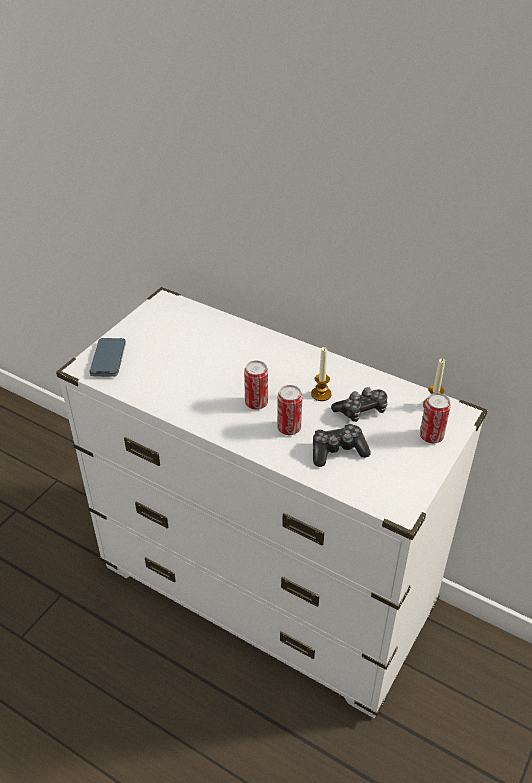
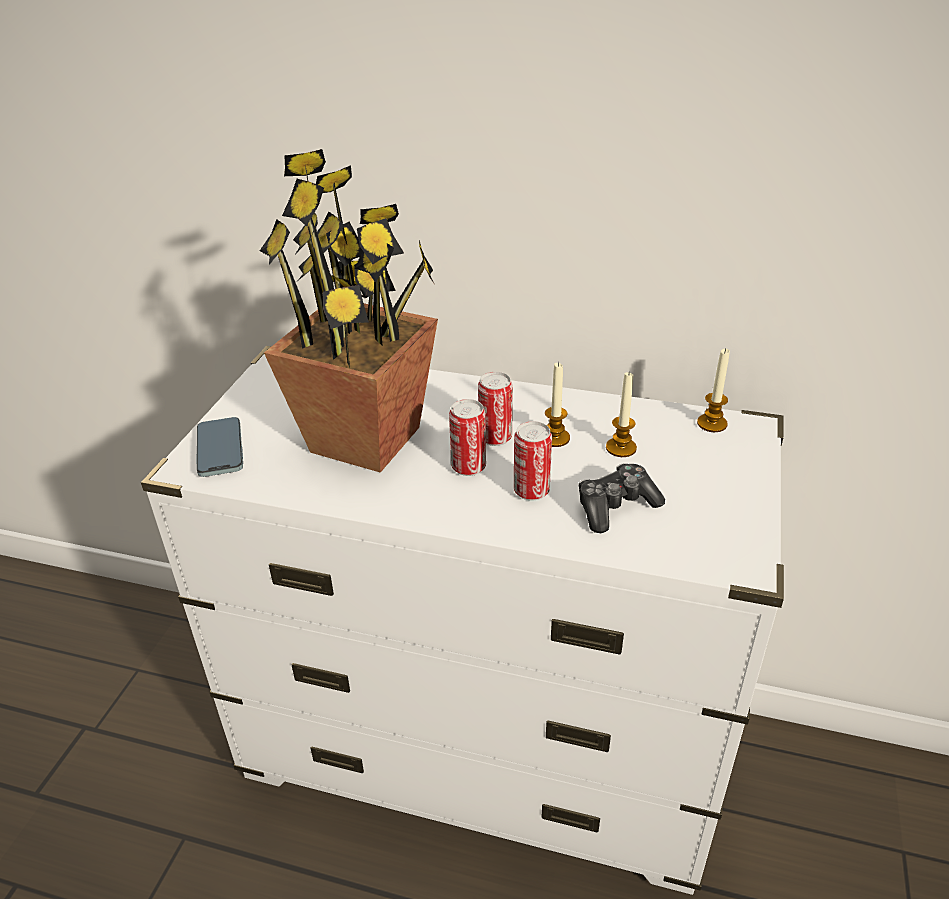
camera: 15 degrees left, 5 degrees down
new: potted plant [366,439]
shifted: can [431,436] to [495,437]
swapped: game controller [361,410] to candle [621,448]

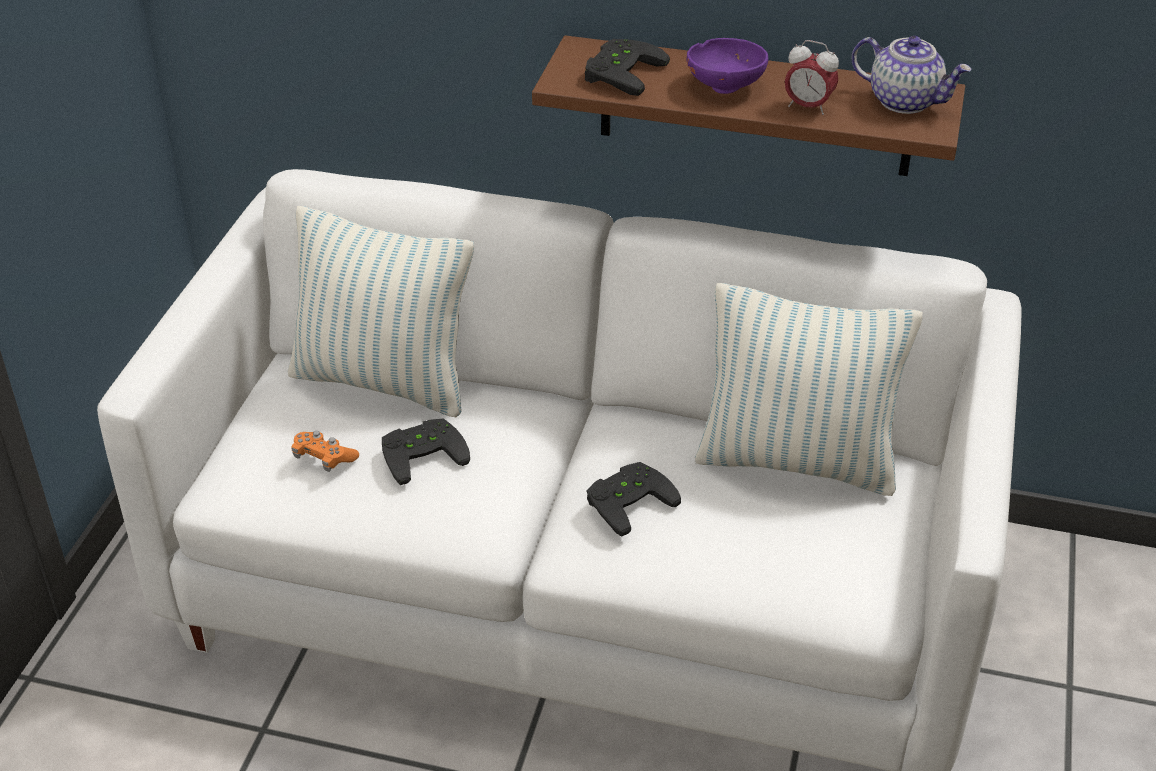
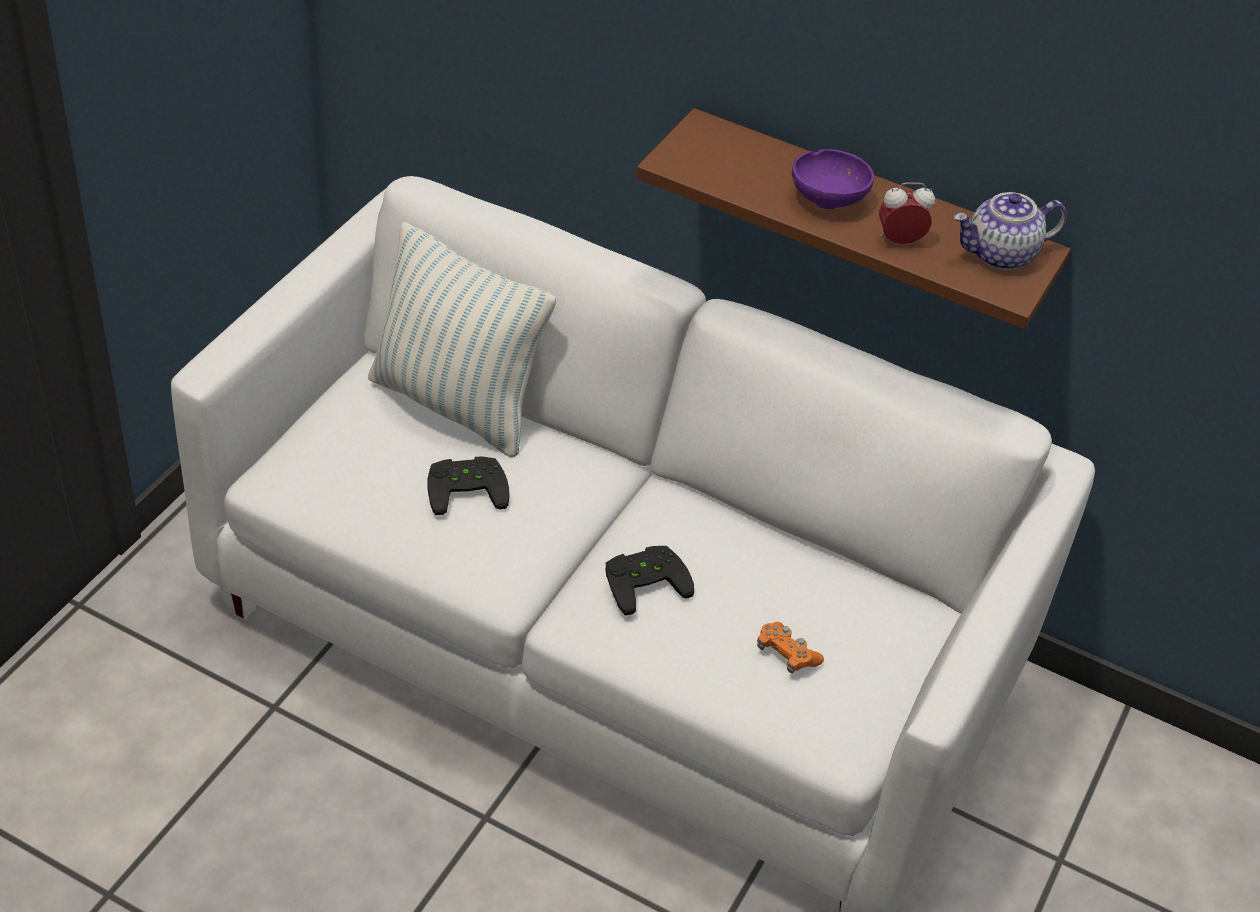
camera: 10 degrees right, 5 degrees up
gone: black game controller [620,72]; pillow [796,461]
shifted: orange game controller [324,458] to [786,654]
rotated: alarm clock [808,107] = [899,241] 135 degrees clockwise; teapot [905,101] = [1000,255] 120 degrees clockwise

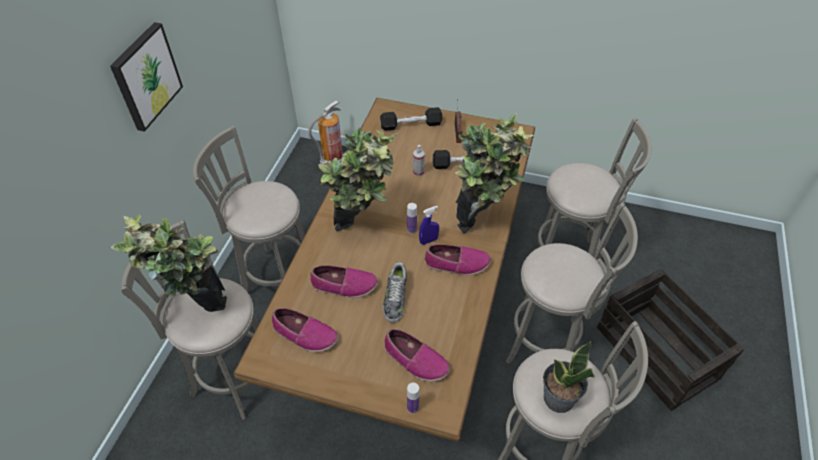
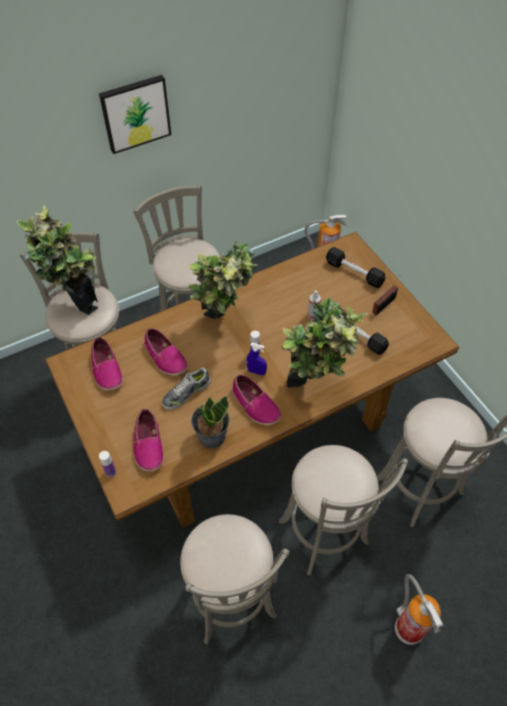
camera: 45 degrees right, 5 degrees up
shifted: potted plant [558,398] to [211,436]
swapped: crate [657,354] to fire extinguisher [407,628]

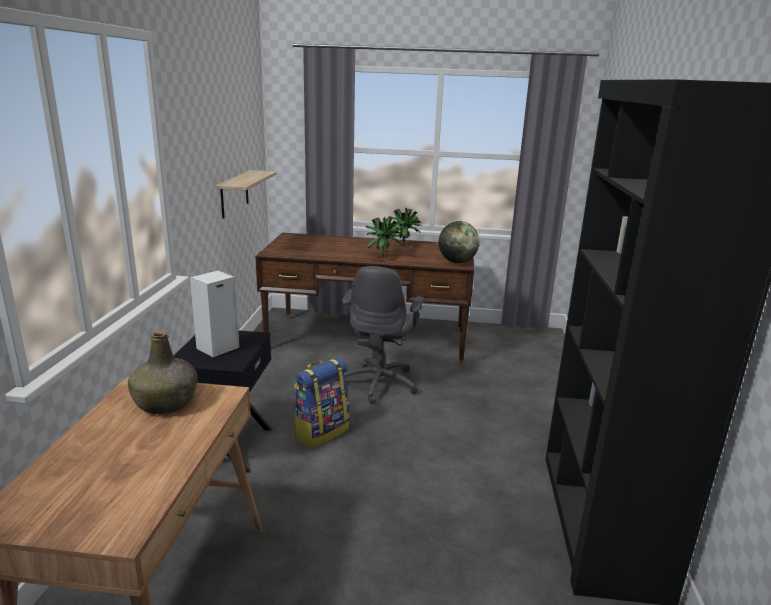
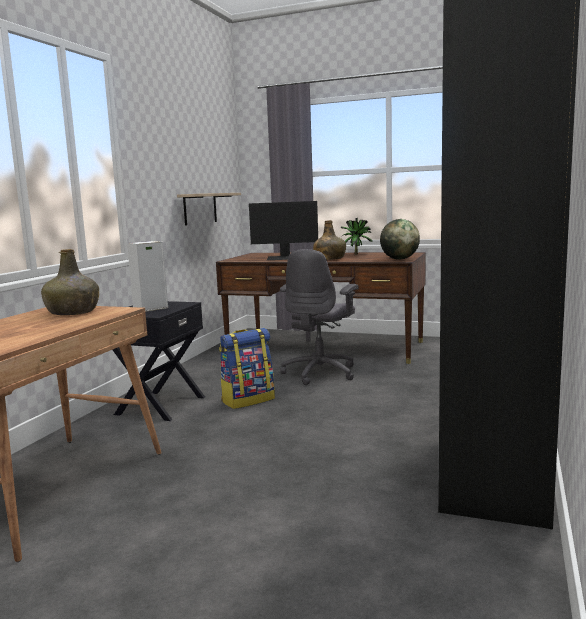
camera: 15 degrees right, 10 degrees down
new: monitor [285,258]
swapped: potted plant [382,256] to green bottle [329,259]

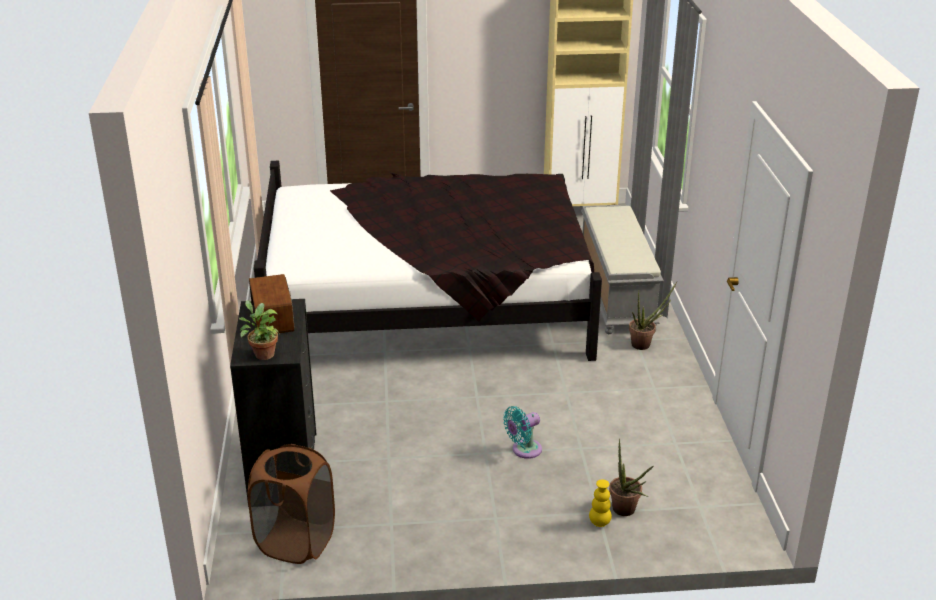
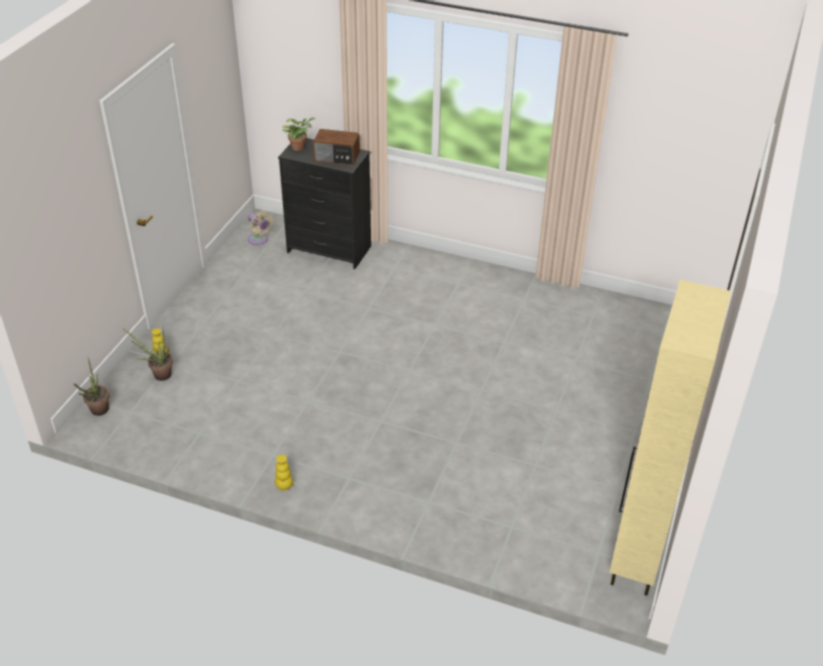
camera: 115 degrees right, 10 degrees up
gone: black bed [428,304]; turquoise fan [524,450]; grey bench [614,293]
new: yellow vase [284,486]
shifted: potted plant [644,344] to [98,412]
swapped: brown laundry basket [296,542] to beige fan [259,240]

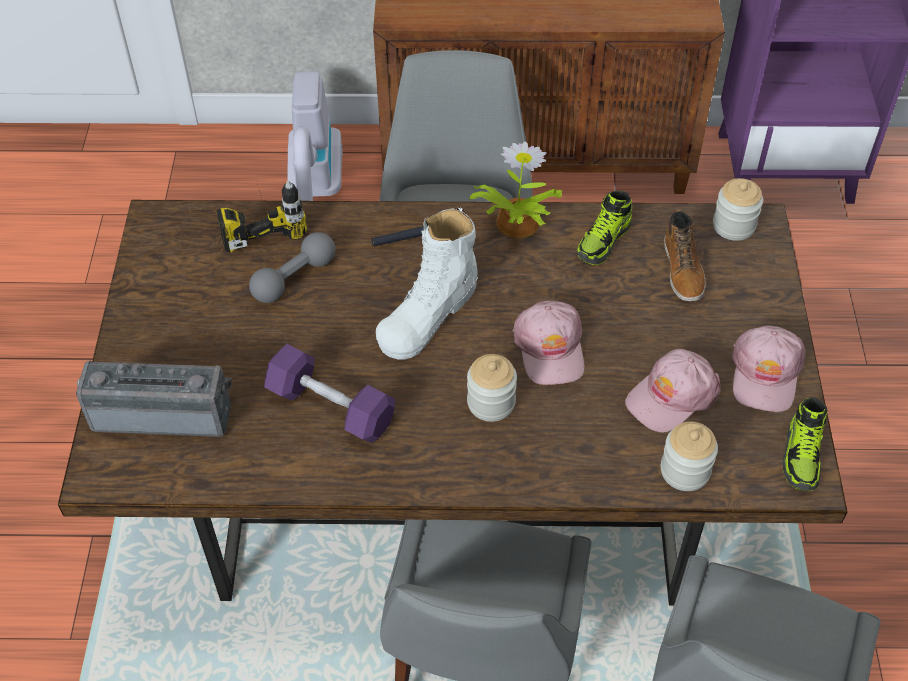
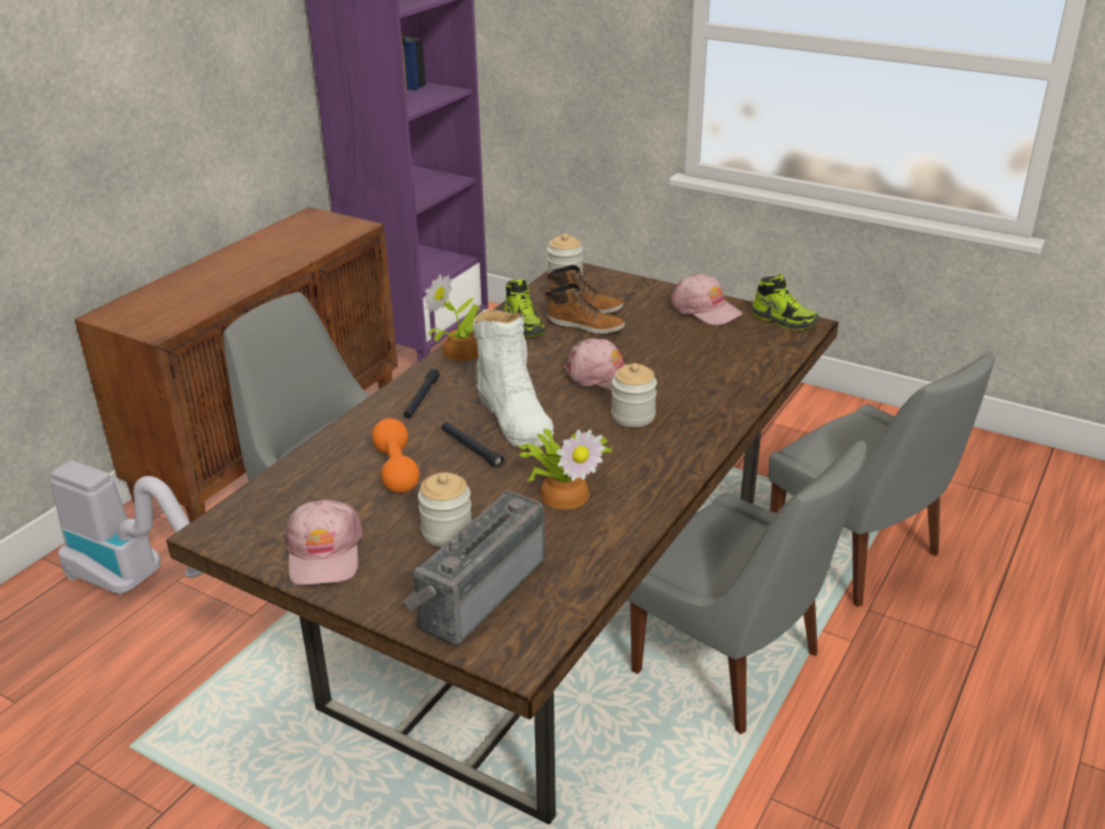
camera: 60 degrees left, 20 degrees down
gone: power drill [261,220]
new: black flashlight [471,449]; boot [585,326]
shifted: pink cap [671,396] to [324,553]; jar [685,471] to [447,532]
swapped: purple dumbbell [331,407] to potted plant [565,492]
repainted: grey dumbbell [294,278] to orange dumbbell [396,469]

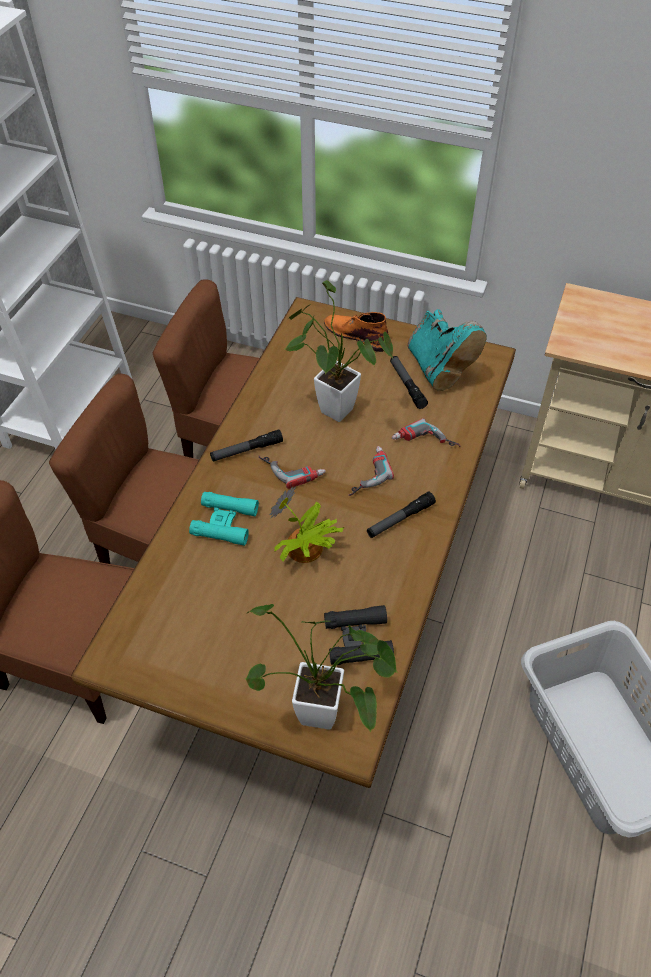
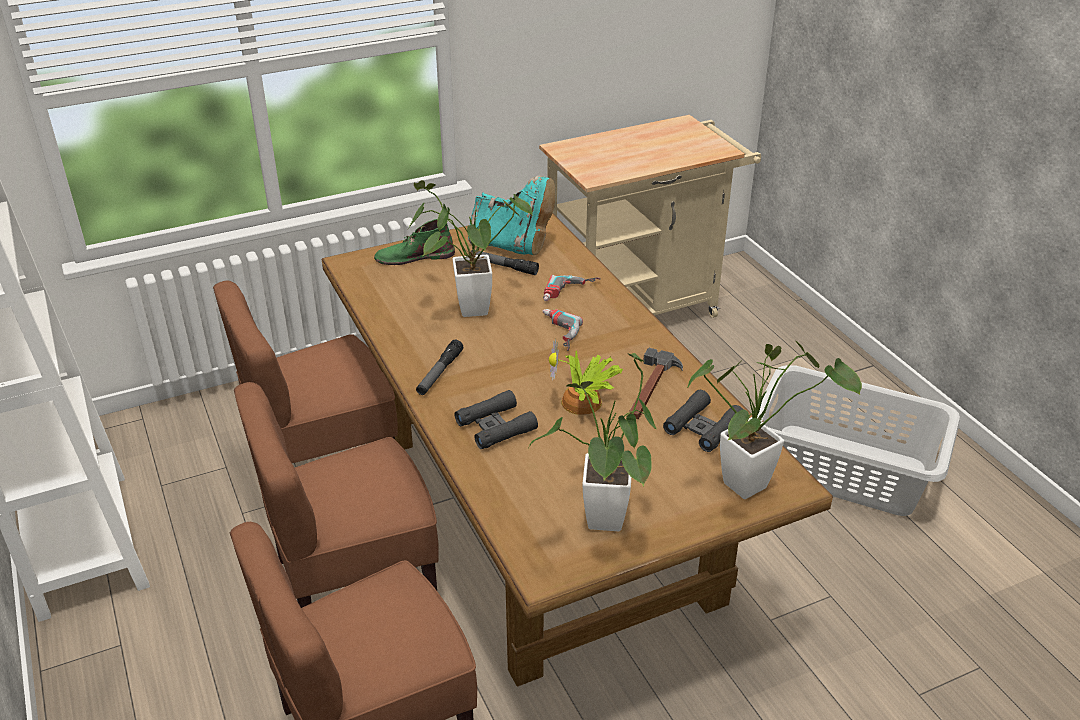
camera: 45 degrees left, 15 degrees down
gone: power drill [292,468]; flashlight [400,519]
new: potted plant [604,527]; hammer [651,389]
repainted: orange boot [356,334] to green boot [414,256]; turquoise binoculars [225,522] to black binoculars [495,426]

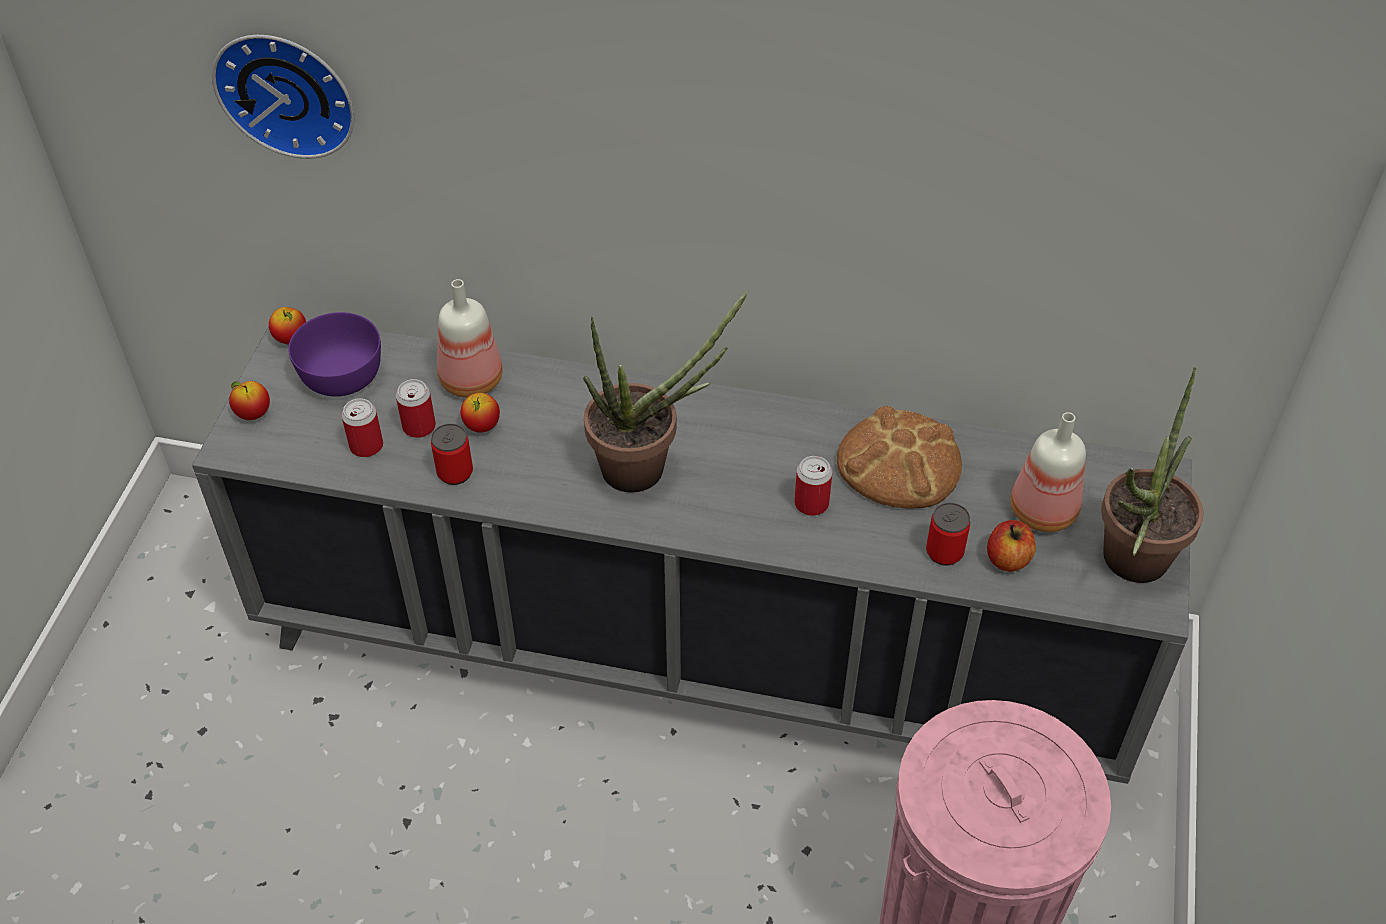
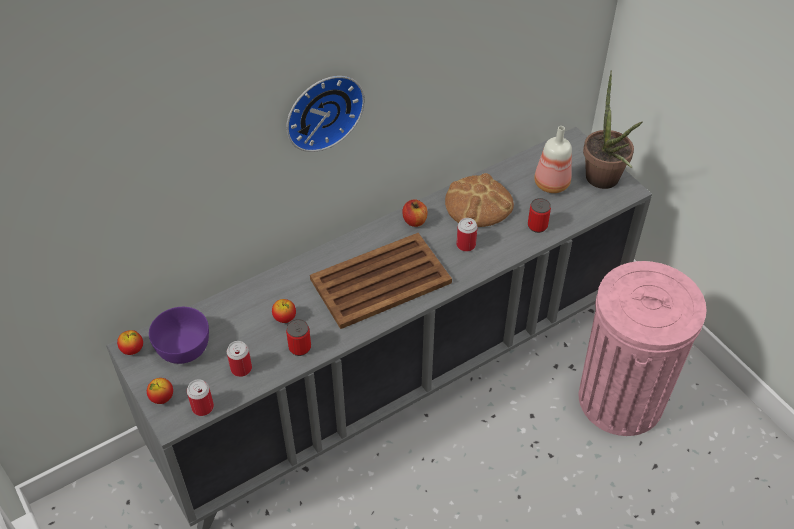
camera: 45 degrees left, 0 degrees up
gone: bottle [471,382]
shifted: can [419,427] to [202,407]; wall clock [288,90] to [322,110]; apple [1008,559] to [414,221]
swapped: potted plant [647,468] to brown tray [382,281]

